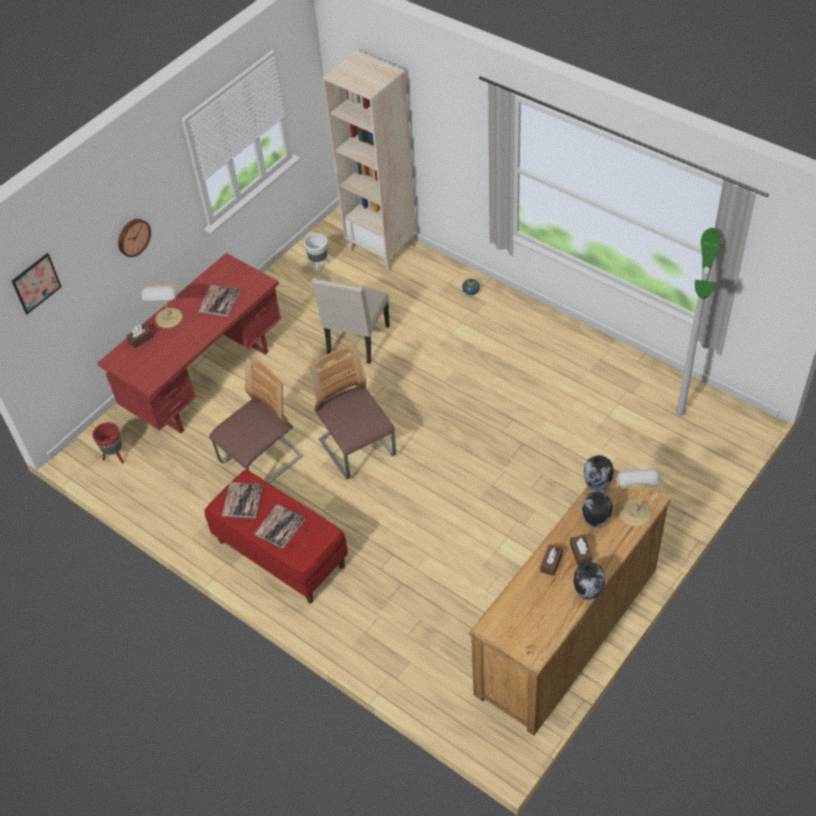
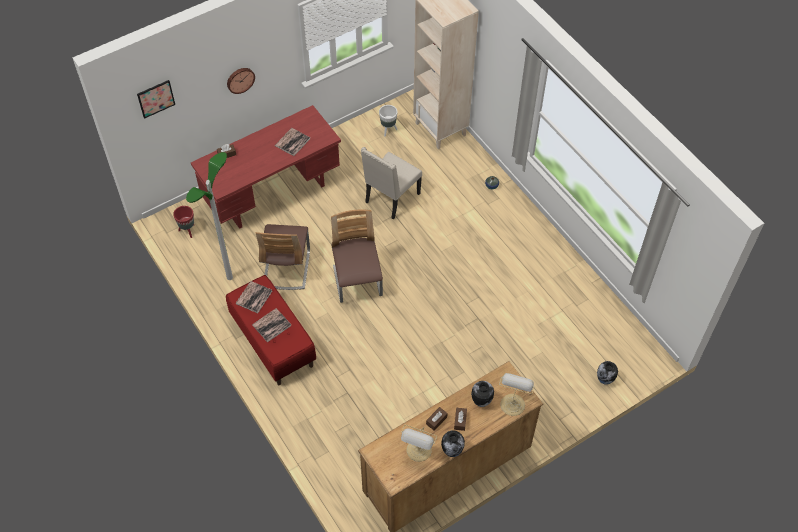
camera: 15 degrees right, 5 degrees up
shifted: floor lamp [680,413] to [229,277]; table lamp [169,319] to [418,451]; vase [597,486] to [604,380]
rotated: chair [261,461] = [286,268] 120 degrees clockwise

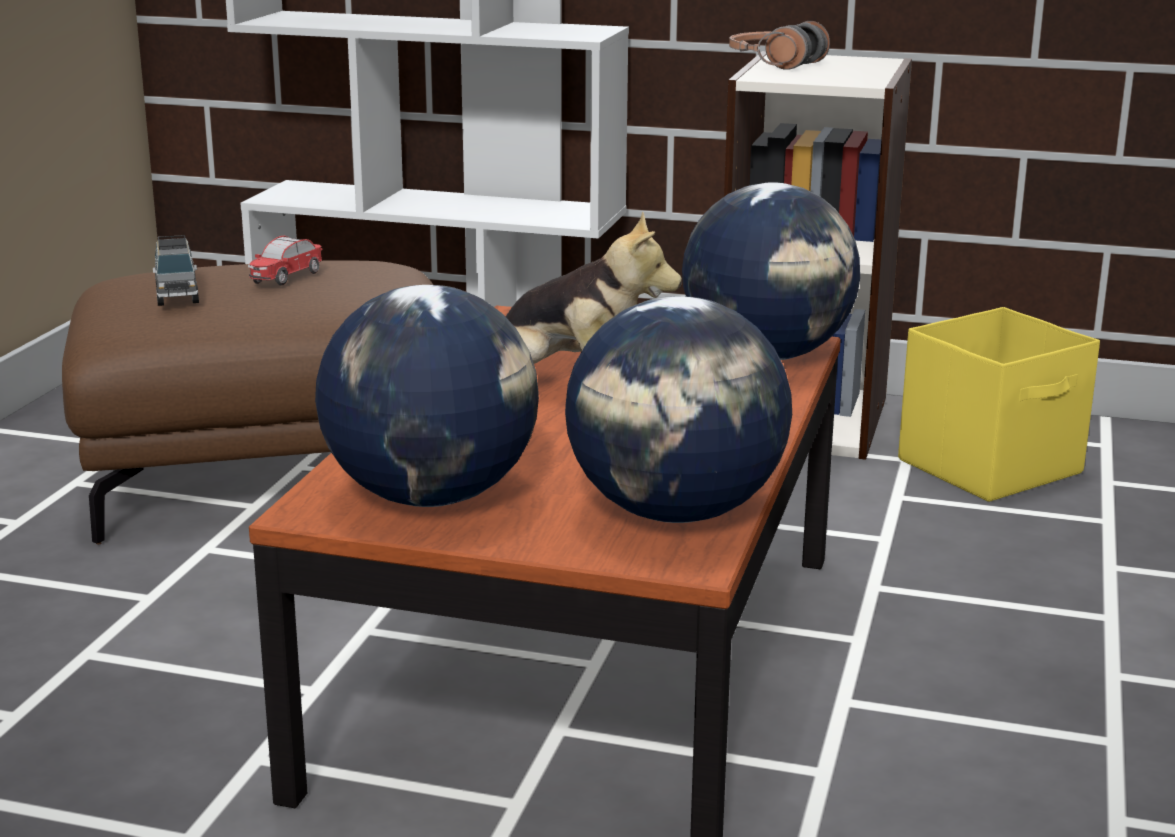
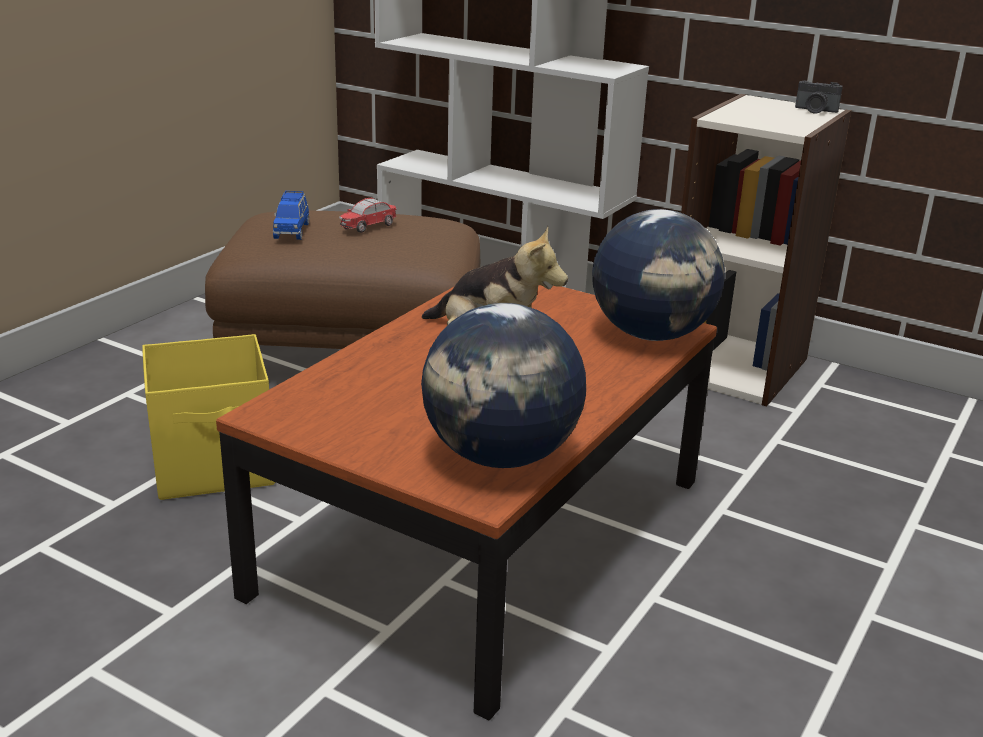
camera: 15 degrees right, 5 degrees up
gone: globe [431,496]; headphones [776,63]
new: photo camera [815,110]
shifted: yellow storage box [992,466] to [215,466]
repainted: grey toy car [177,294] to blue toy car [292,231]

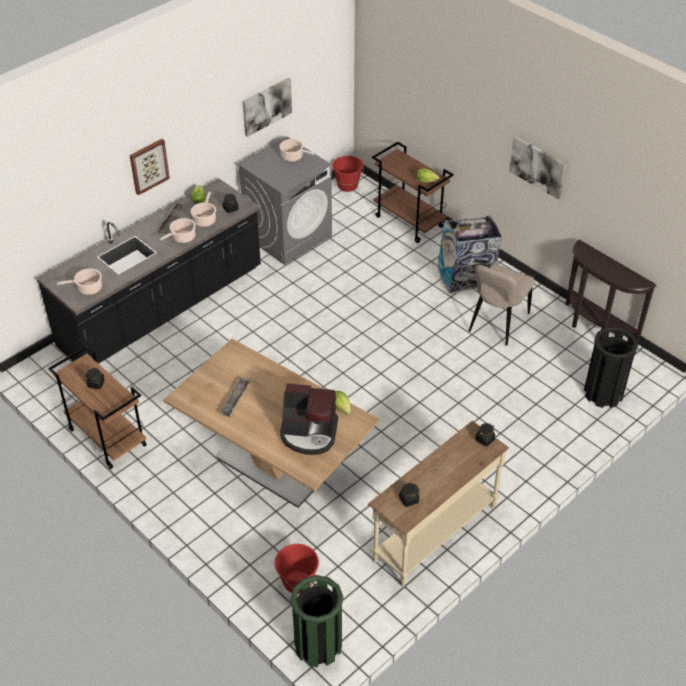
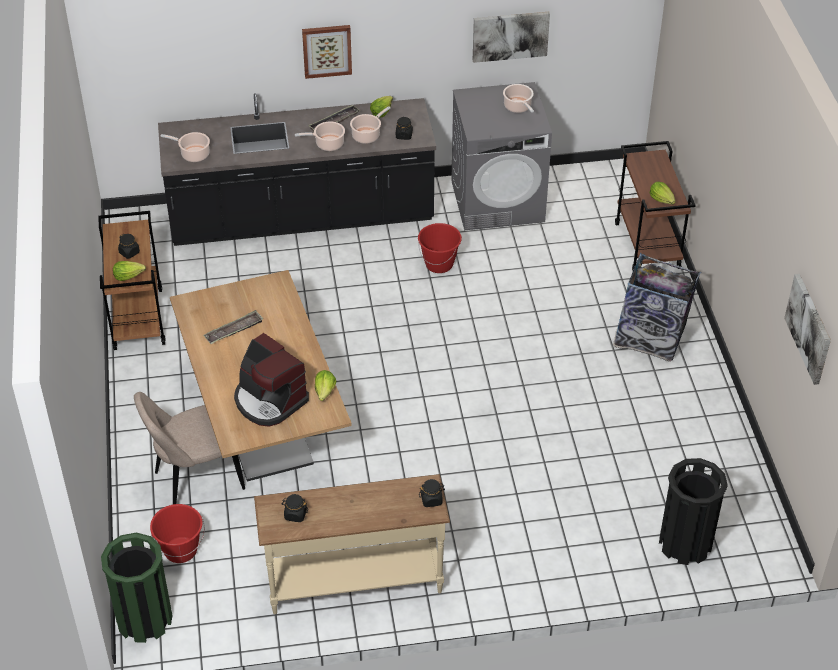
camera: 35 degrees right, 0 degrees up
gone: brown console table [594,329]
new: lettuce [128,276]
shifted: beige chair [497,324] to [195,482]; red bucket [347,186] to [439,264]; picture [538,166] to [809,328]

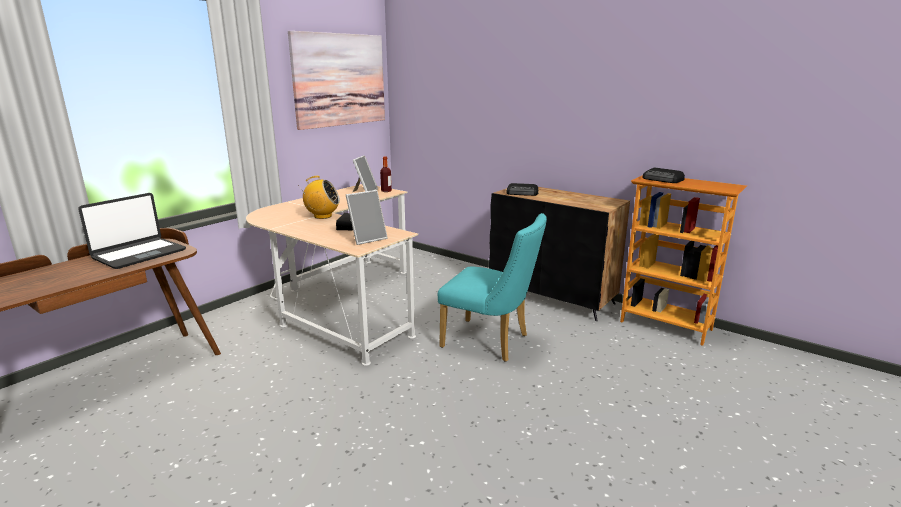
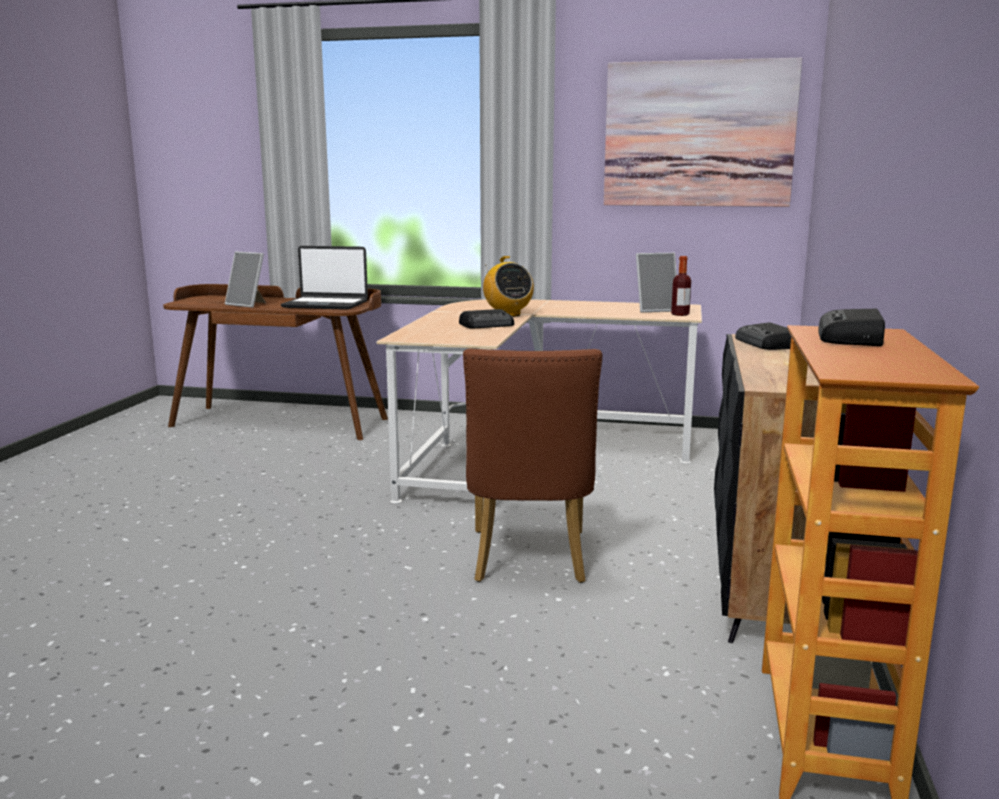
camera: 65 degrees right, 5 degrees down
shifted: picture frame [367,239] to [248,304]
repainted: turquoise chair [491,342] to brown chair [528,561]

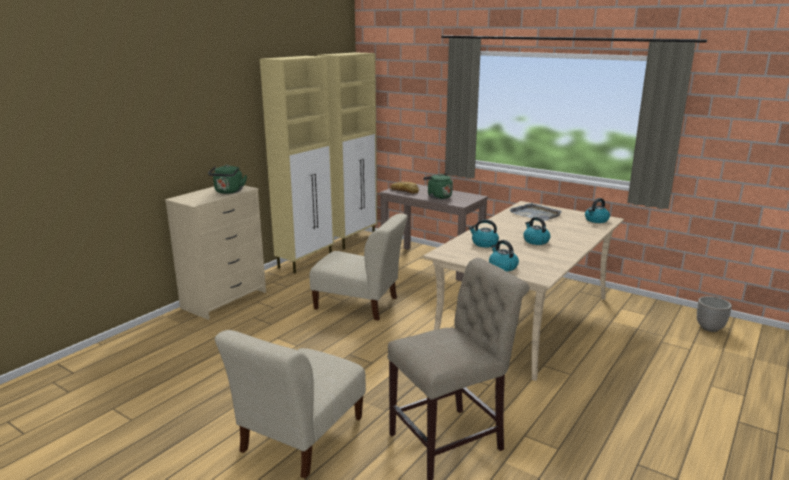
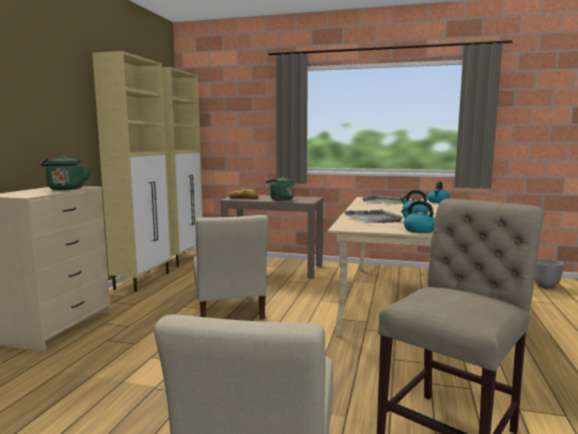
camera: 20 degrees left, 10 degrees down
swapped: kettle [484,243] to grey tray [373,219]
rotated: beige chair [359,304] = [228,310] 75 degrees clockwise

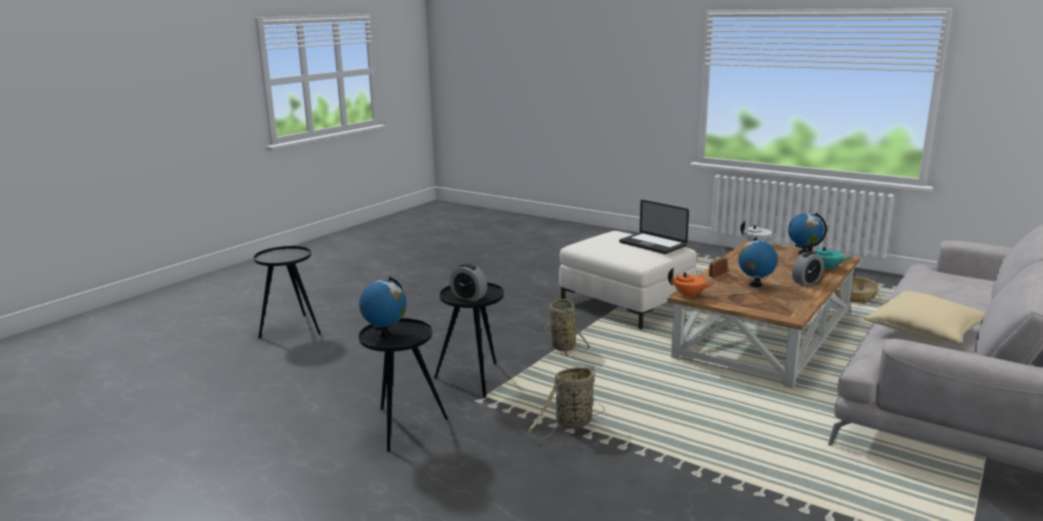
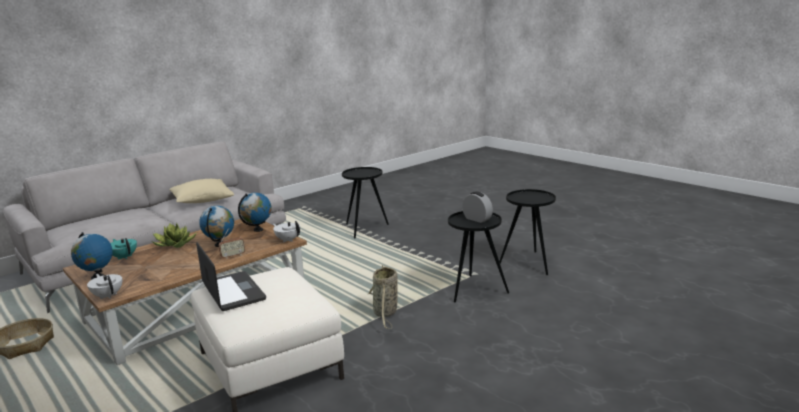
camera: 165 degrees left, 0 degrees up
gone: basket [571,424]
shifted: globe [385,335] to [258,230]; black side table [291,329] to [365,229]
swapped: alarm clock [806,282] to potted plant [175,244]
repainted: orange teapot [689,295] to white teapot [288,240]

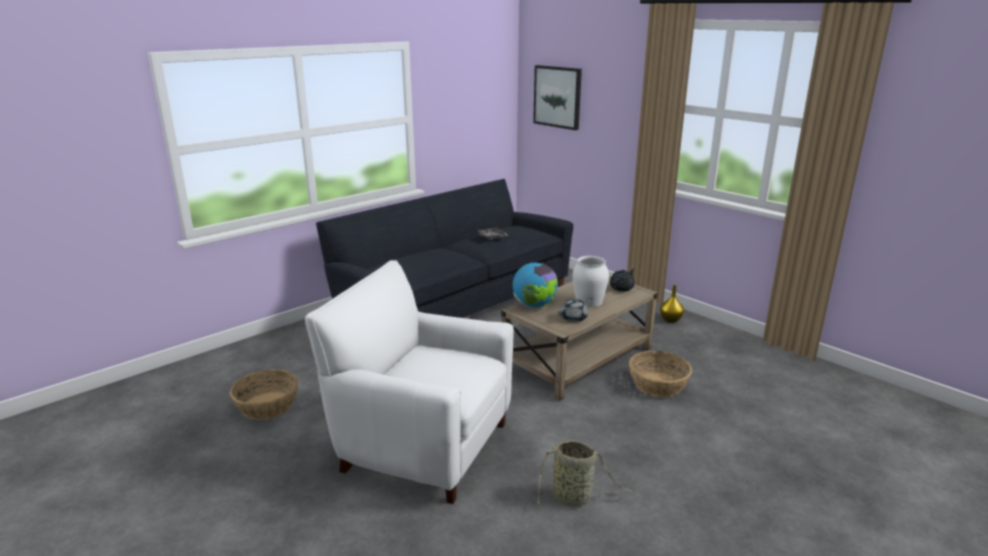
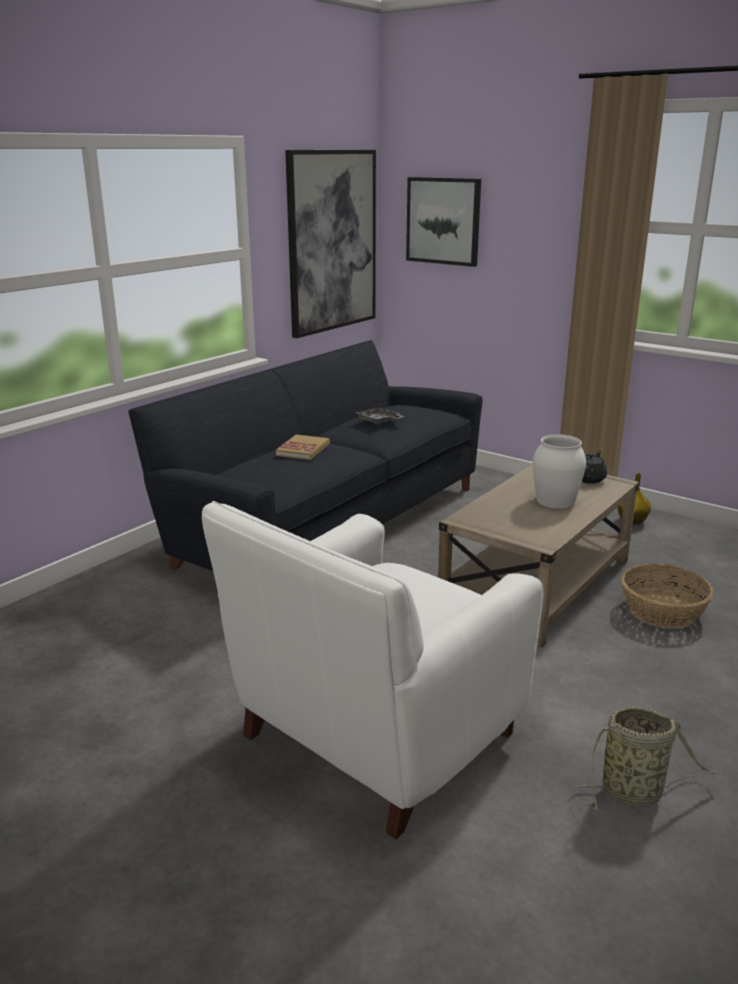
camera: 10 degrees left, 0 degrees up
gone: basket [268,405]; globe [534,305]; grey teapot [574,318]
new: book [303,450]; picture [332,241]
rotated: white armchair [423,445] = [373,737] 60 degrees counterclockwise

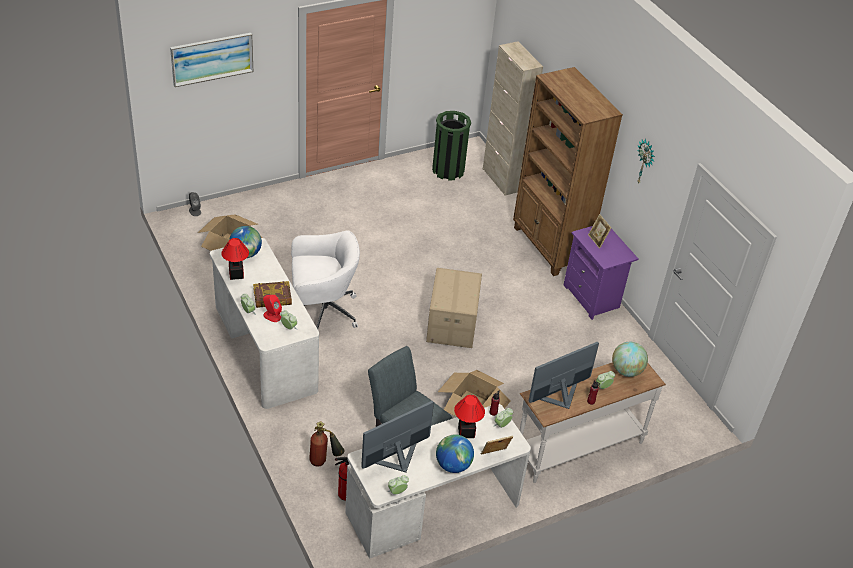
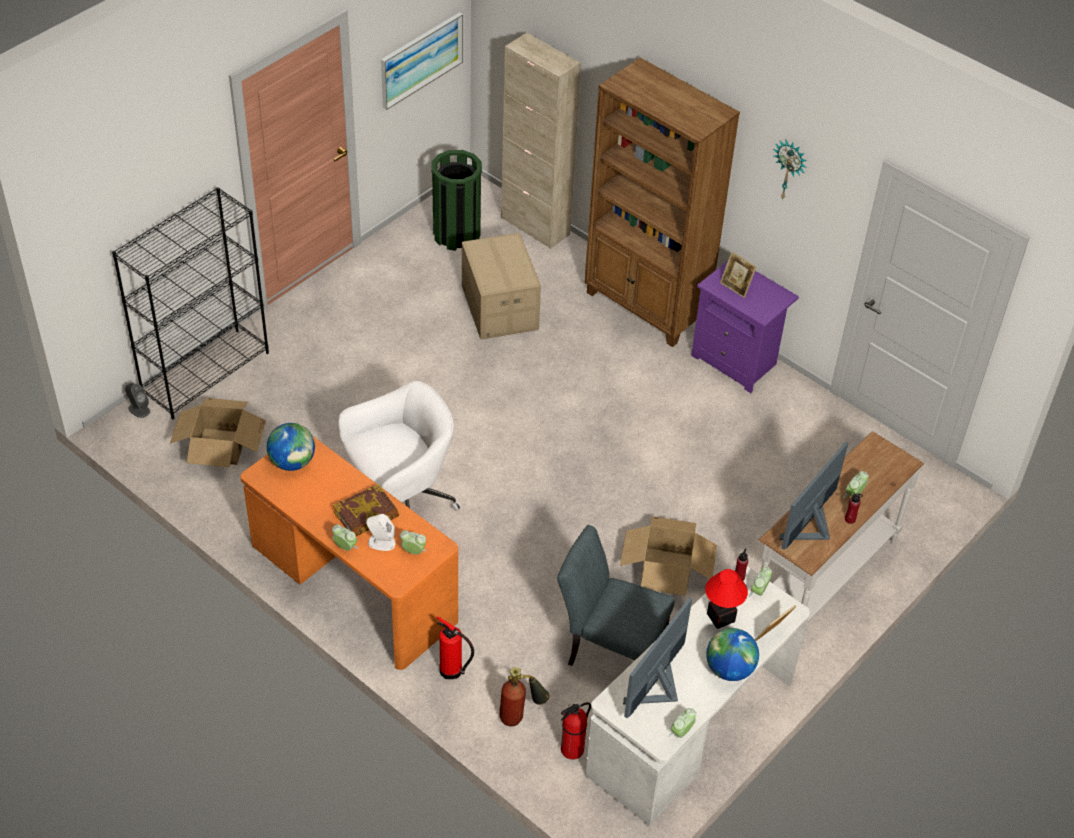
camera: 20 degrees left, 5 degrees up
gone: table lamp [236,275]; globe [626,371]
new: black bookcase [206,373]; fire extinguisher [452,671]
shifted: picture [212,58] to [421,59]; cardboard box [451,323] to [499,307]
repainted: white desk [264,349] to orange desk [352,584]; red speaker [272,316] to white speaker [381,542]

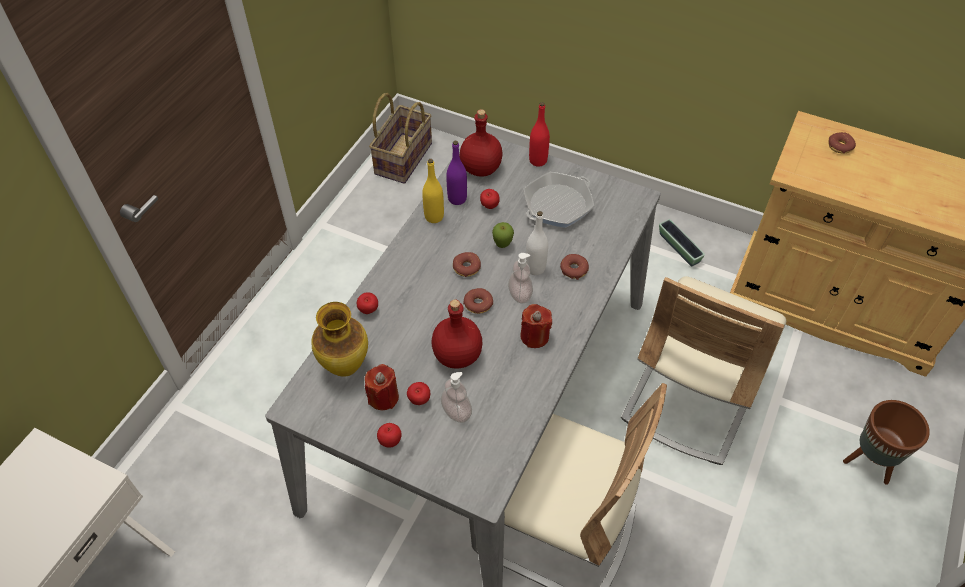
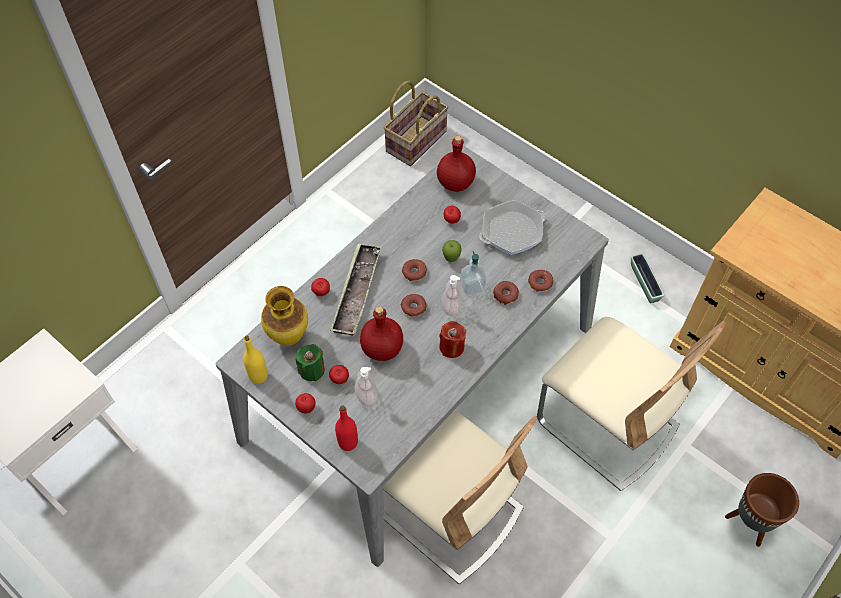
camera: 15 degrees right, 5 degrees up
gone: purple bottle [457,199]
new: tray [357,292]
shifted: yellow bottle [434,217] to [258,376]; red bottle [538,160] to [348,442]; donut [840,146] to [540,283]
swapped: white bottle [535,268] to soap dispenser [472,286]
repainted: red candle [383,397] to green candle [312,370]
rotated: beige chair [691,396] = [606,424] 90 degrees counterclockwise

